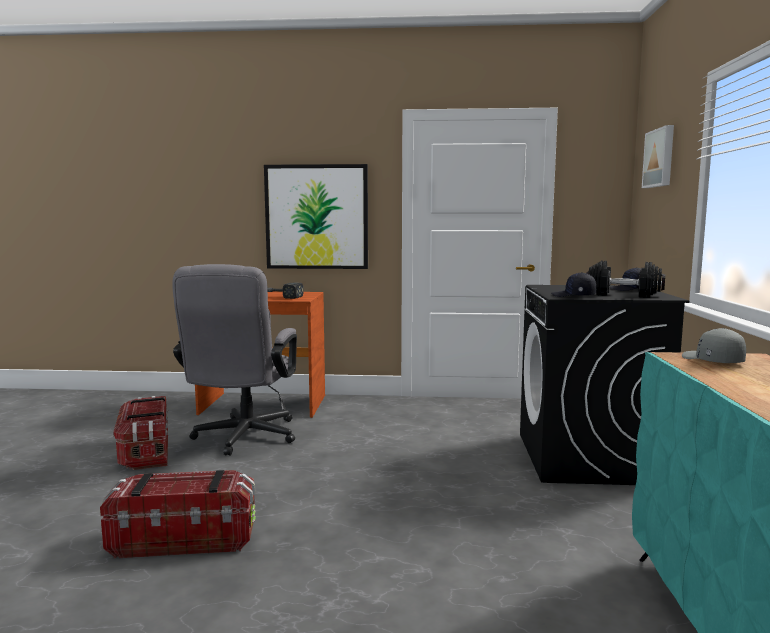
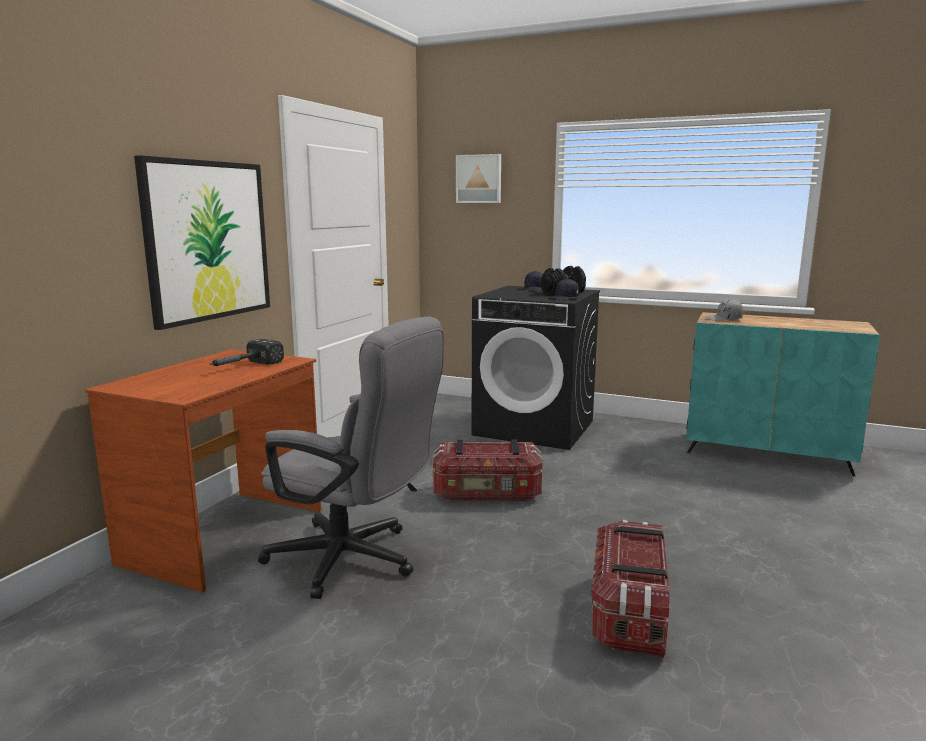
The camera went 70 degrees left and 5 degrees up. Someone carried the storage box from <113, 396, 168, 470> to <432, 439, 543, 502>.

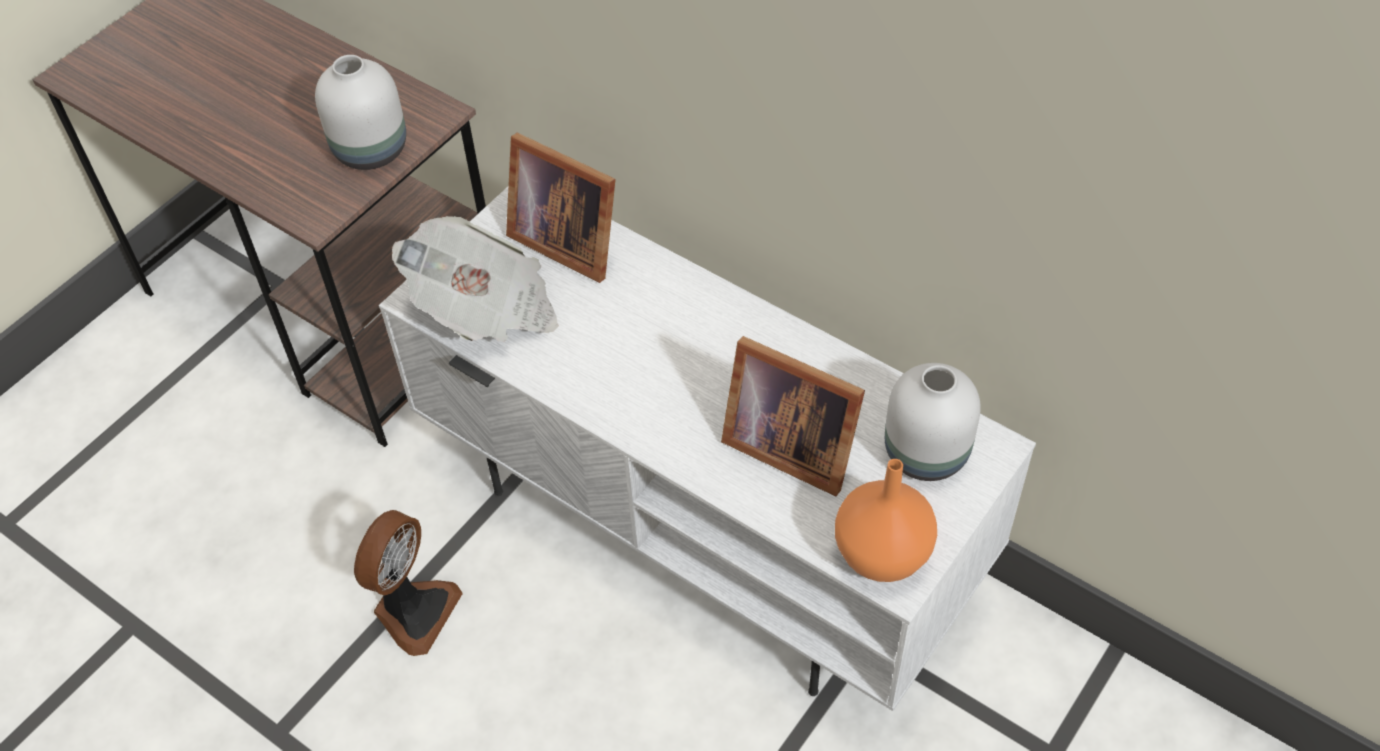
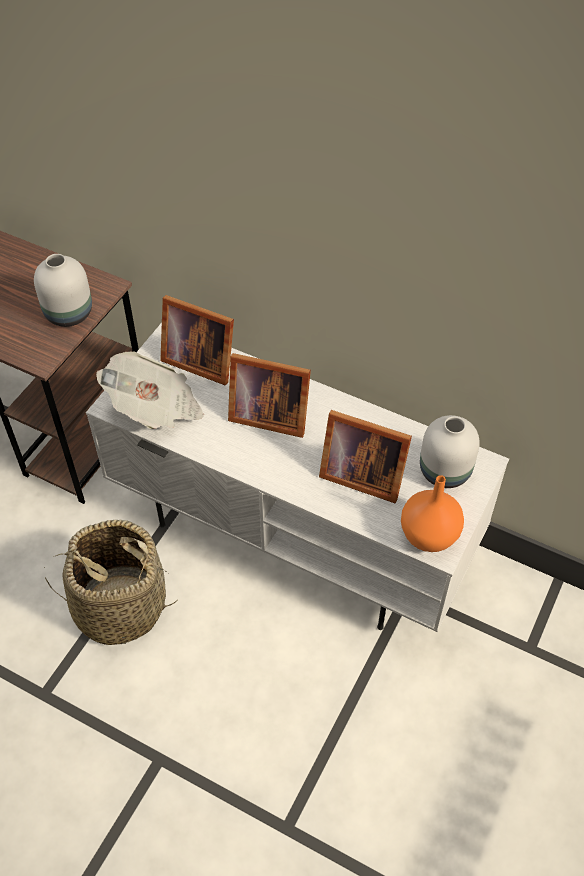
The camera went 10 degrees left and 0 degrees up. Someone swapped the fan at <354, 510, 463, 656> for the storage basket at <44, 519, 177, 645>. Someone put down the photo frame at <228, 353, 311, 438>.

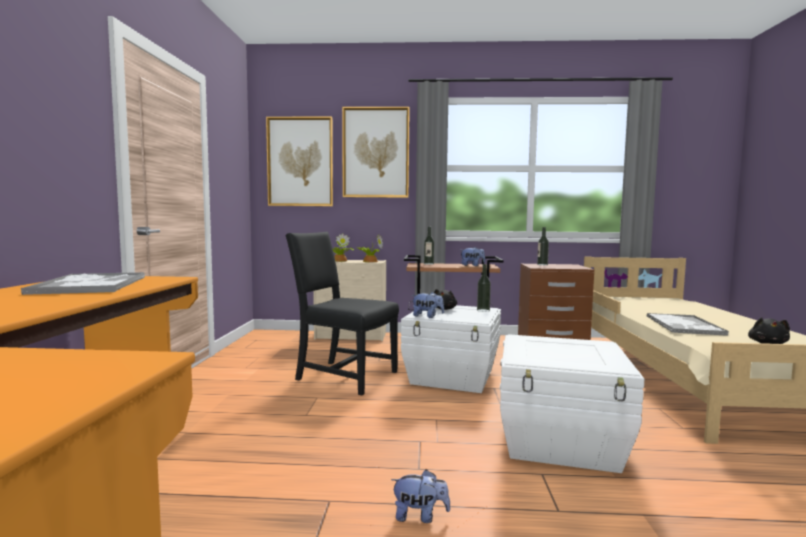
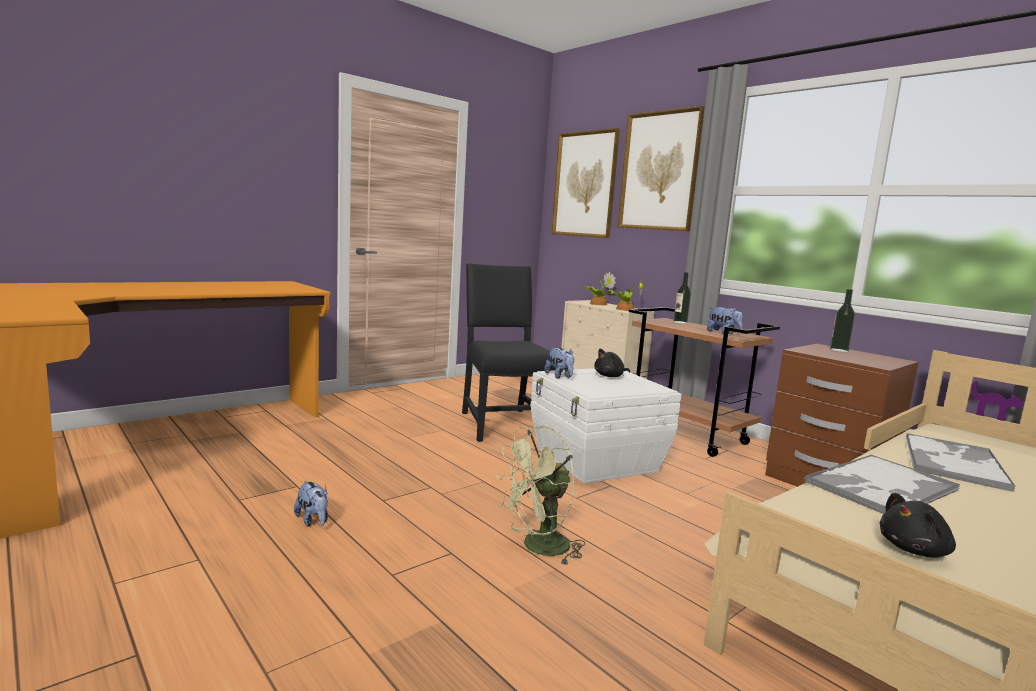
The camera went 45 degrees right and 5 degrees up. Someone swapped the white-coloured storage box at <500, 334, 644, 473> for the green fan at <496, 425, 585, 566>. Someone carried the serving tray from <20, 272, 145, 295> to <906, 433, 1015, 492>. Someone took away the drink bottle at <477, 264, 491, 312>.

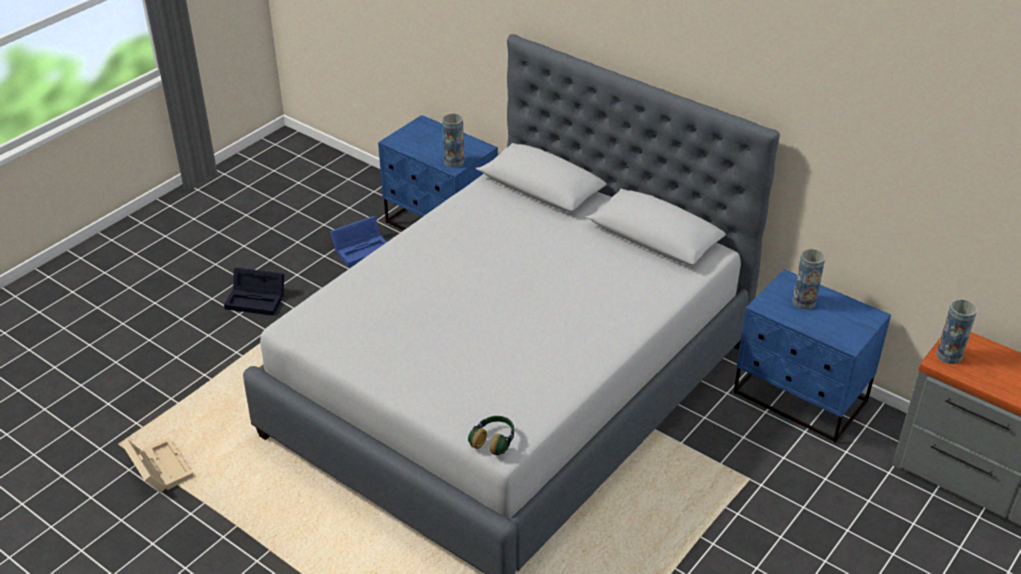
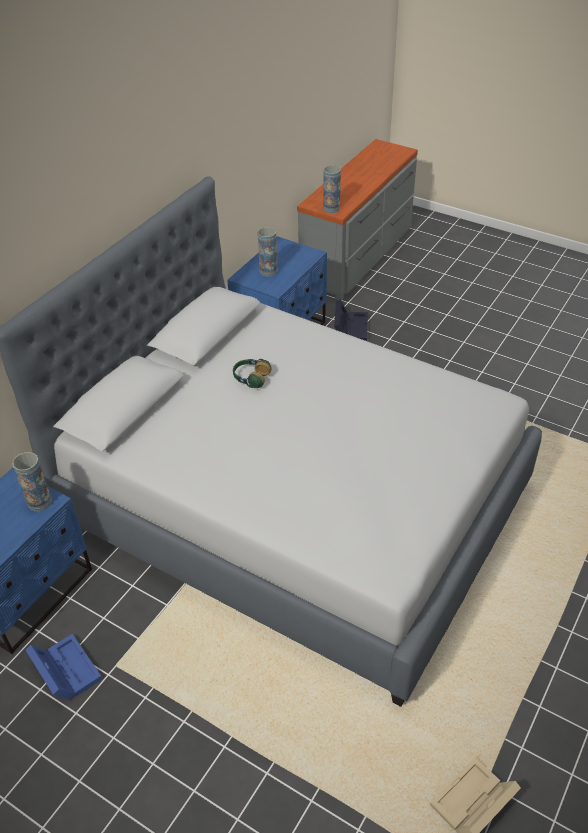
The camera went 95 degrees left and 5 degrees up. Someone carried the headphones from <468, 416, 514, 456> to <233, 359, 272, 388>. Someone carried the black-coloured storage box from <224, 268, 284, 316> to <334, 299, 368, 341>.

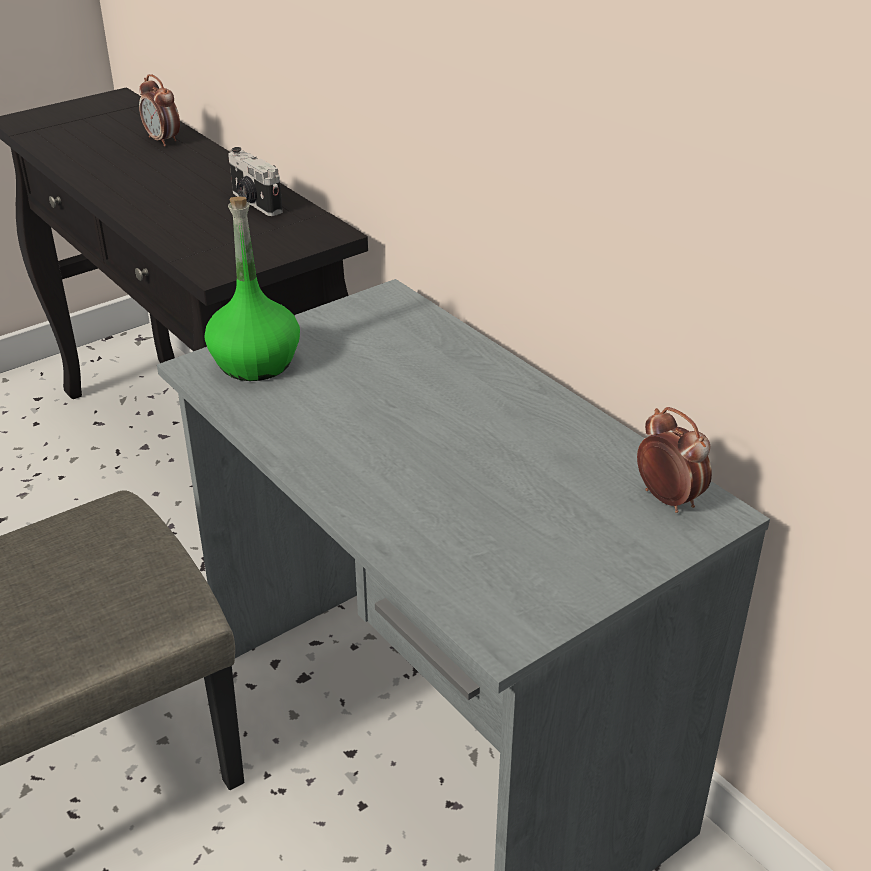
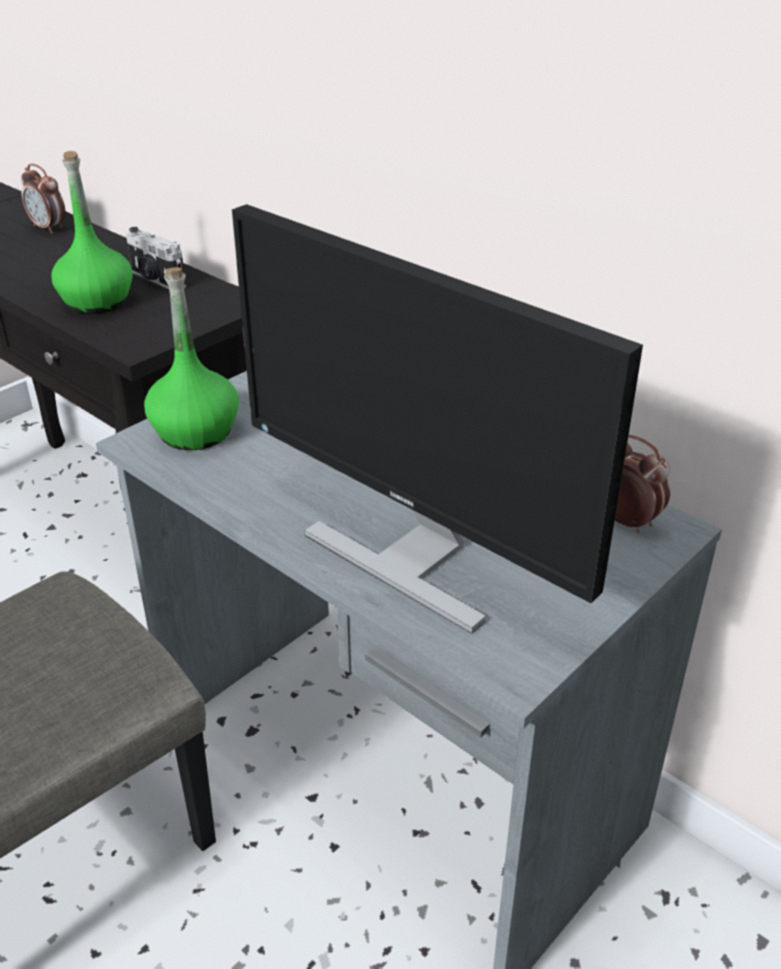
The camera went 10 degrees left and 0 degrees up. Someone put down the green drink bottle at <51, 151, 133, 314>. Someone put down the monitor at <232, 204, 643, 634>.

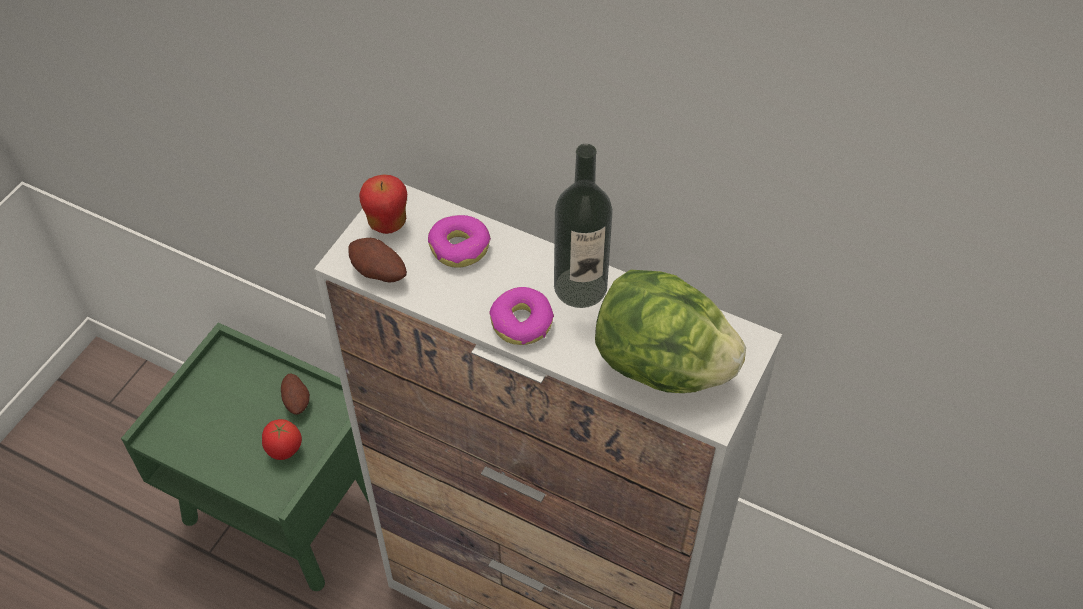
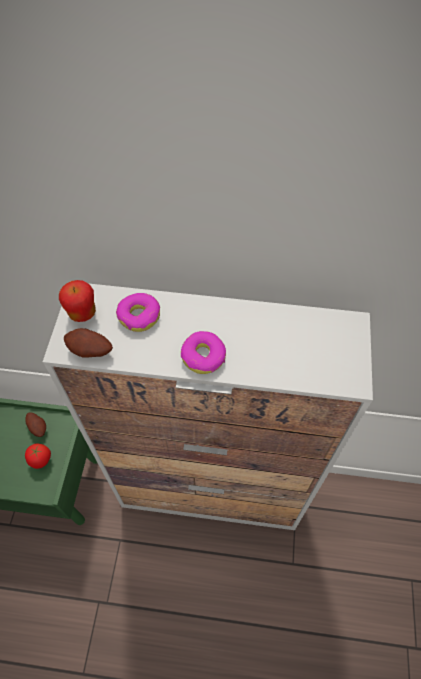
The camera went 20 degrees left and 5 degrees up. Someone took away the drink bottle at <554, 144, 613, 308>. Someone took away the lettuce head at <595, 270, 746, 393>.

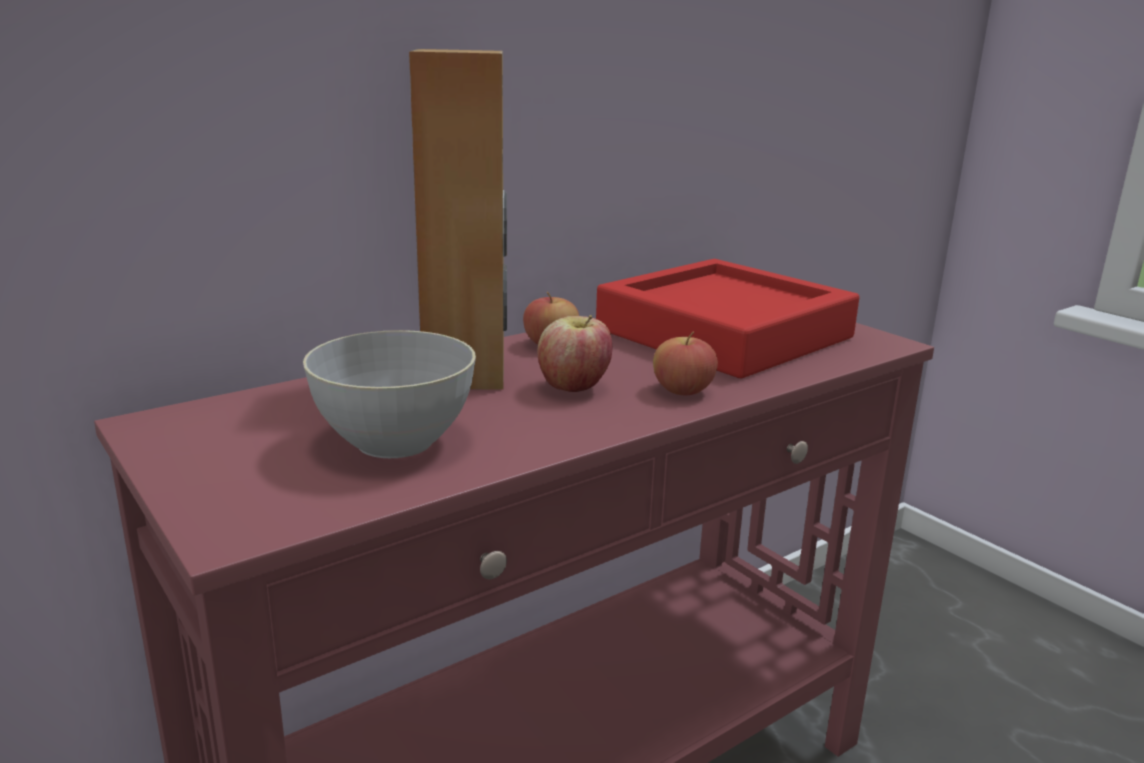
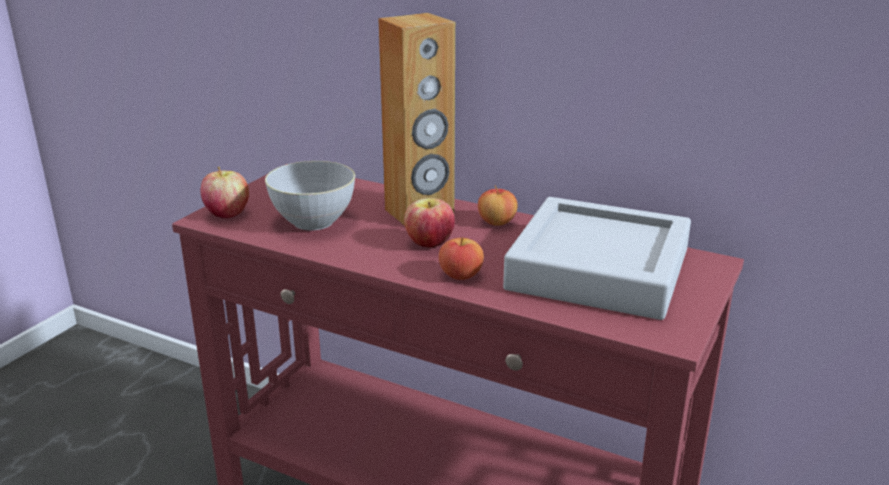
The camera went 65 degrees right and 5 degrees up. Someone put down the apple fruit at <201, 167, 249, 218>. Someone repainted the reddish serving tray at <596, 259, 859, 378>, which became the grey serving tray at <503, 197, 691, 320>.

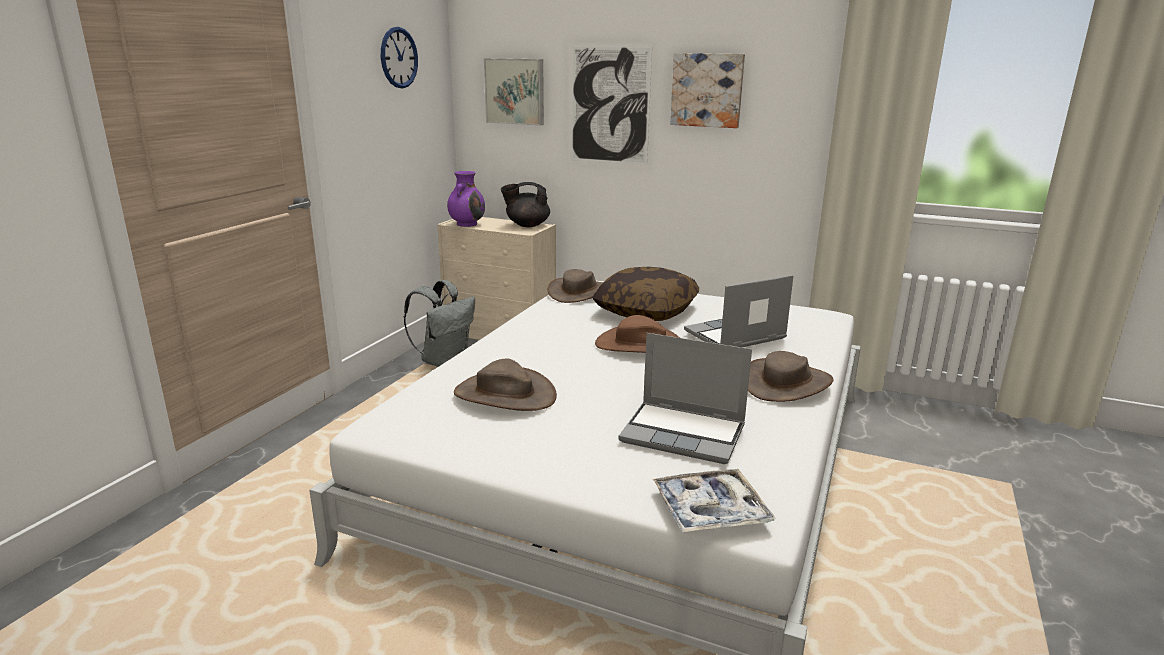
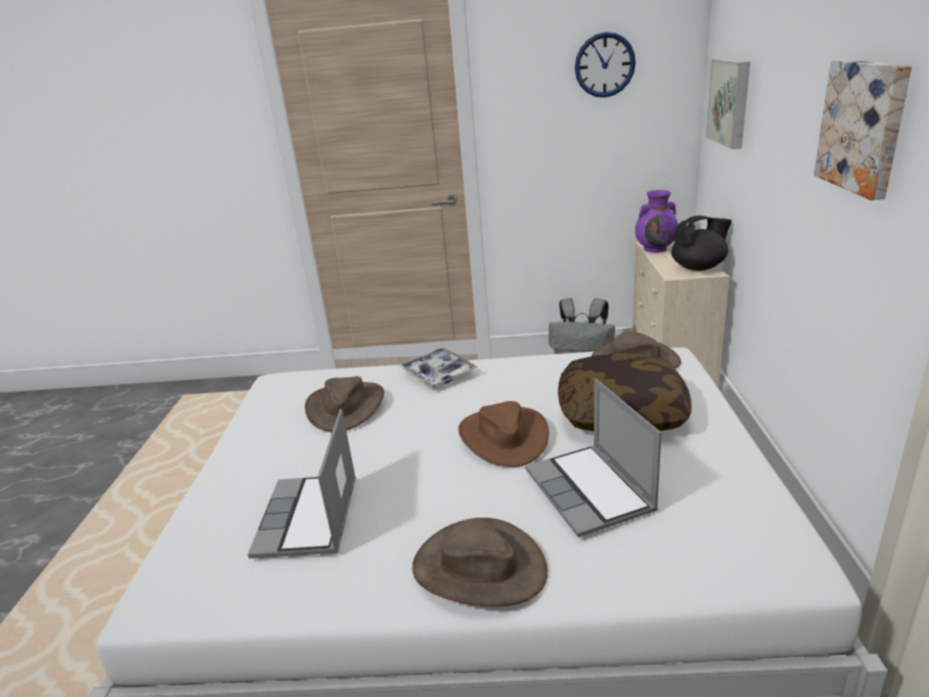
The camera went 70 degrees right and 5 degrees up. Someone carried the serving tray from <652, 469, 776, 533> to <399, 348, 477, 387>. Someone rotated the notebook computer at <684, 275, 794, 347> by 150 degrees counterclockwise. Someone rotated the black-coloured teapot at <501, 182, 550, 227> by 105 degrees clockwise. Someone took away the wall art at <570, 44, 652, 166>.

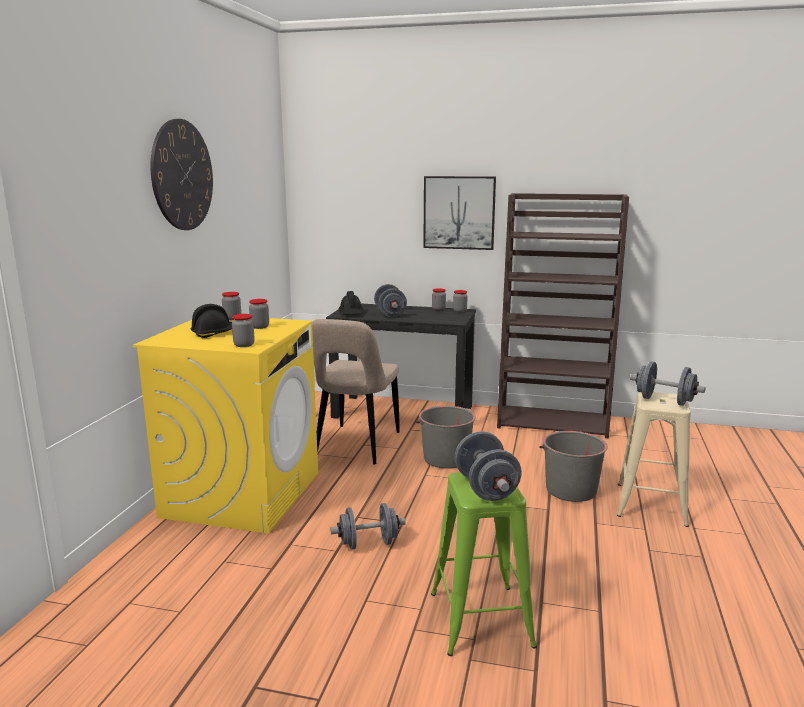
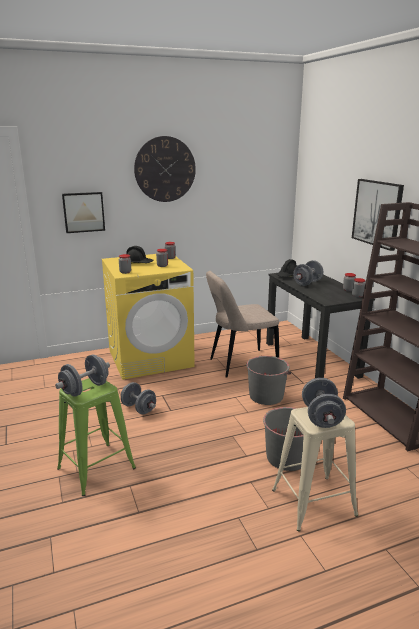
The camera went 55 degrees right and 5 degrees up. Someone put up the wall art at <62, 192, 105, 233>.

